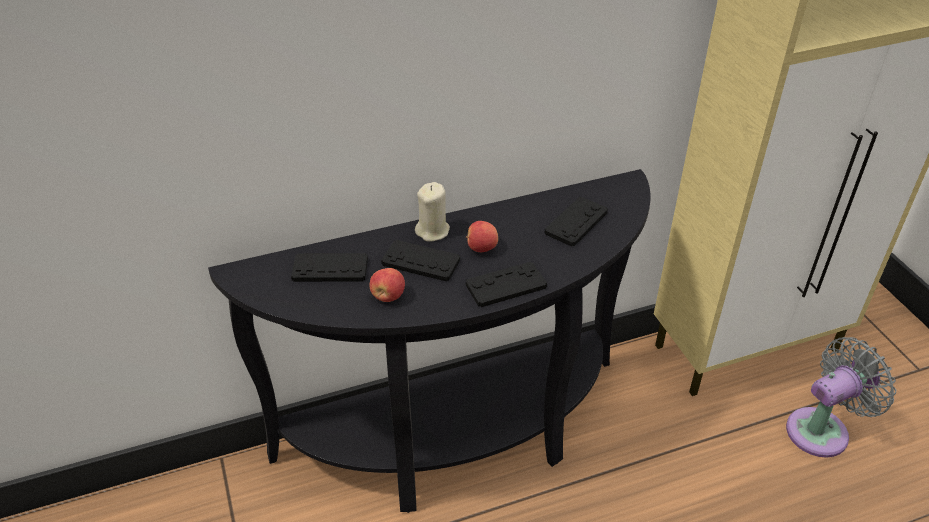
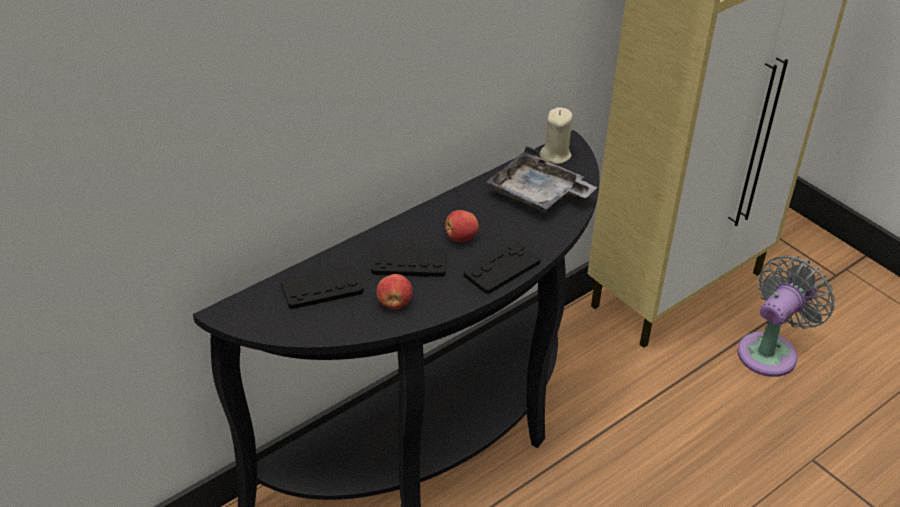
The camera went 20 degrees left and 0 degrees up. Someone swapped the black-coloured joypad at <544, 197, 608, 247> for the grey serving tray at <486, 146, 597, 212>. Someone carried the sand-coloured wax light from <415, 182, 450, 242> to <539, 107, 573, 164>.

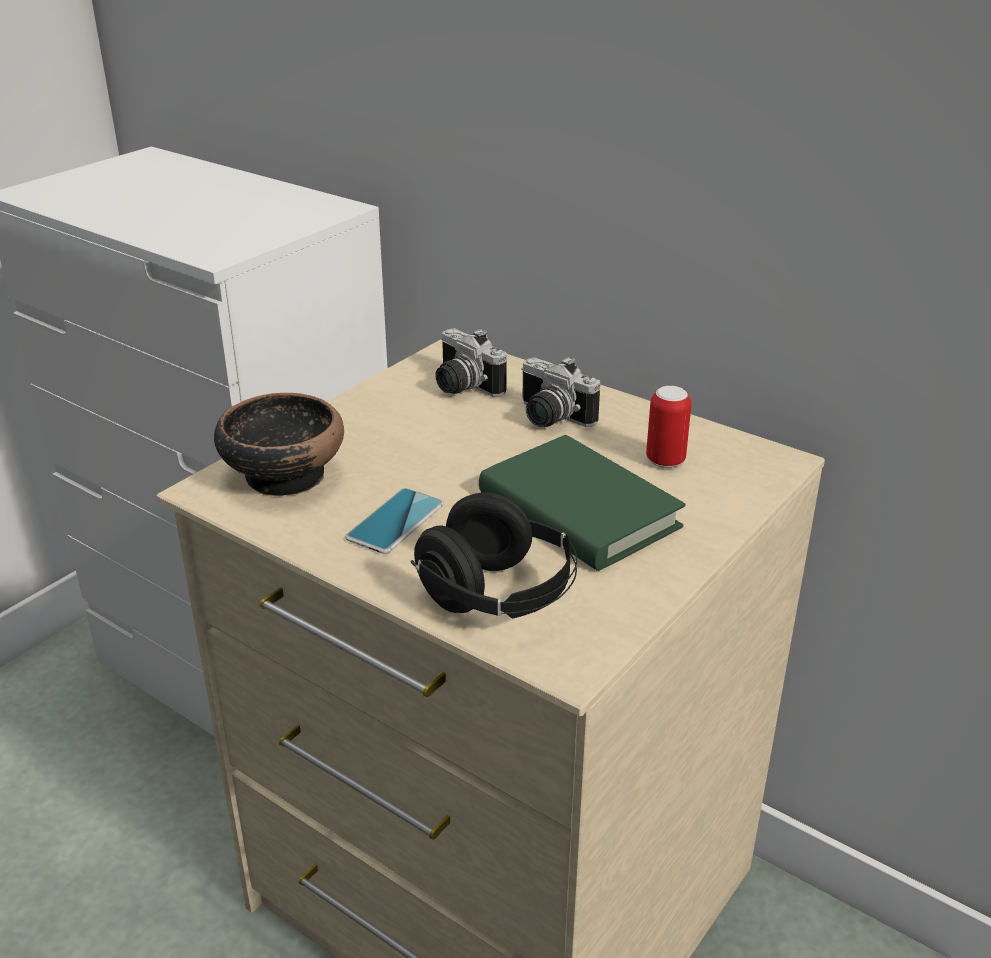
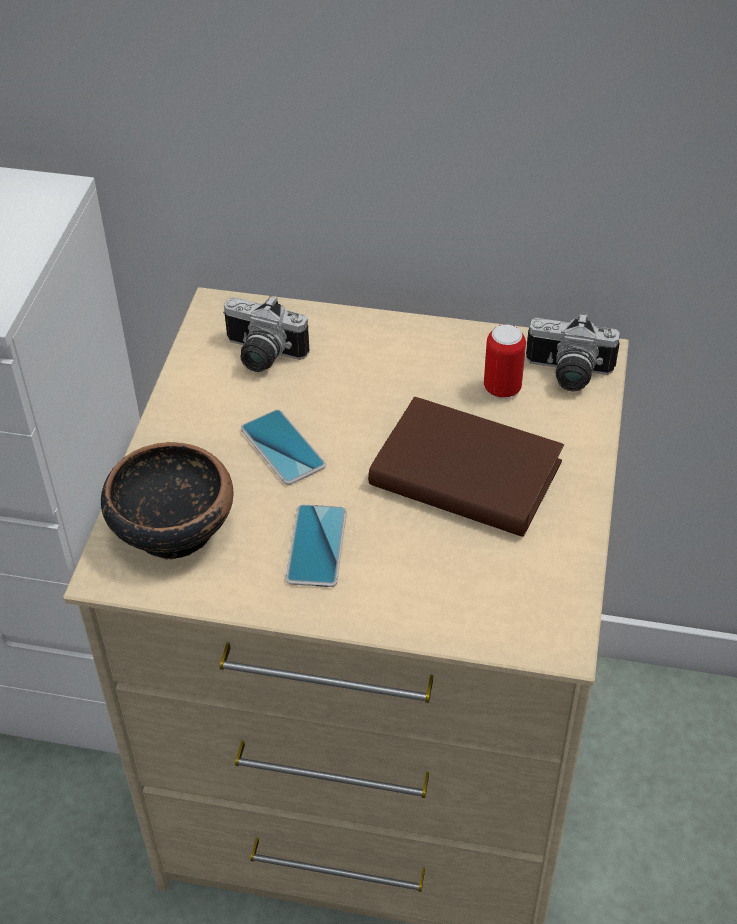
The camera went 25 degrees left and 15 degrees up. Someone put down the handset at <241, 409, 326, 485>. Someone repainted the green volume at <479, 435, 686, 571>, which became the brown-coloured volume at <368, 396, 564, 537>. Someone carried the photo camera from <521, 357, 600, 427> to <526, 313, 620, 391>. Someone took away the black-coloured headphones at <411, 492, 577, 618>.

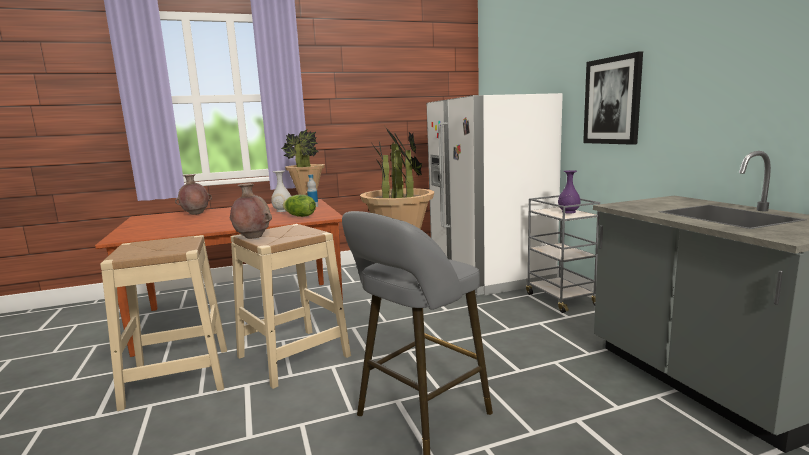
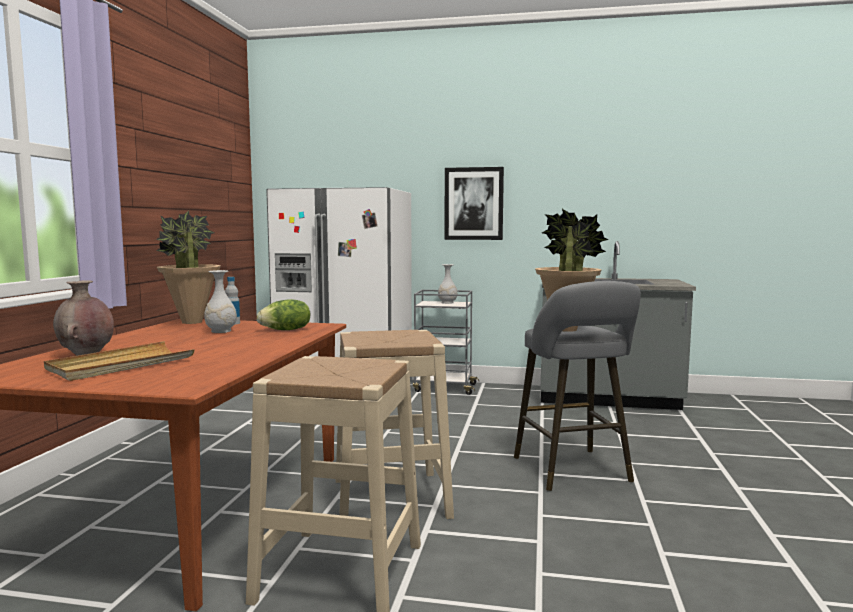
The camera went 60 degrees left and 5 degrees down. Someone put down the sand-coloured serving tray at <44, 341, 195, 381>. Someone repainted the purplish decorative vase at <558, 170, 580, 213>, which became the white-coloured decorative vase at <438, 264, 457, 304>. Someone took away the brown-coloured decorative vase at <230, 183, 272, 239>.

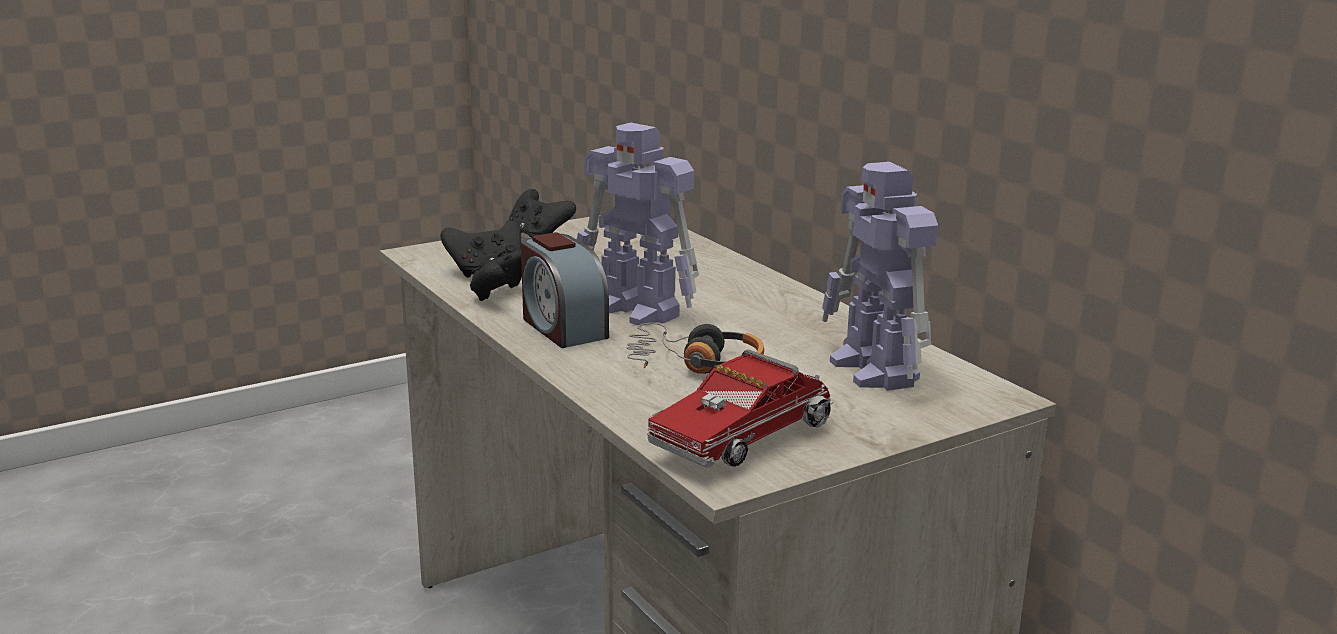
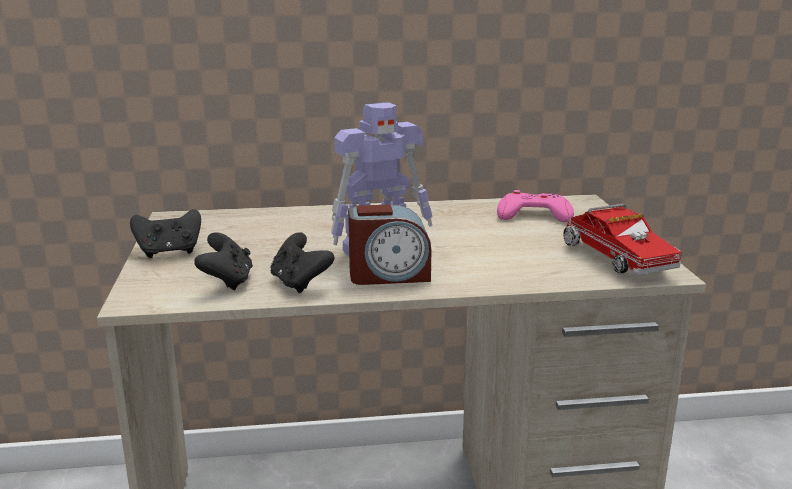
The camera went 65 degrees left and 0 degrees up. Someone swapped the model robot at <822, 162, 938, 391> for the pink-coloured joypad at <497, 190, 574, 223>. Someone took away the headphones at <627, 323, 764, 374>.

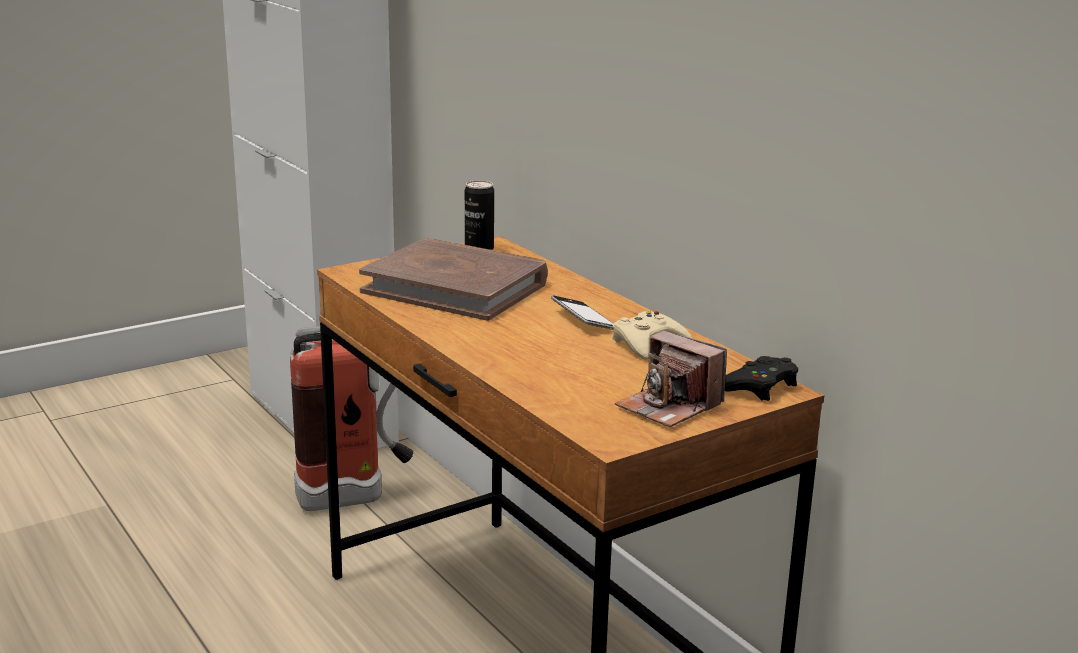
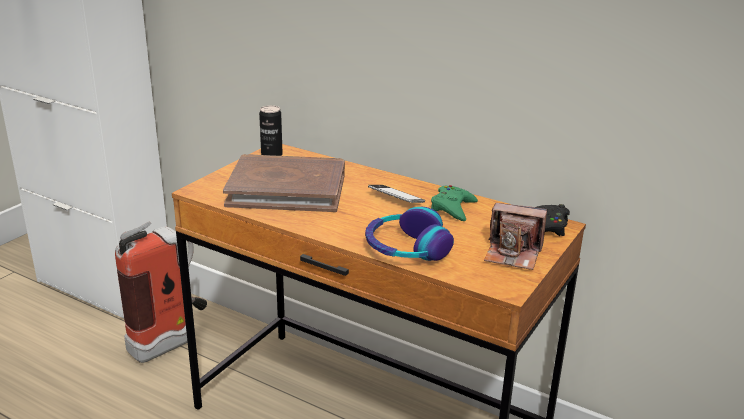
The camera went 25 degrees left and 5 degrees up. Someone put down the headphones at <365, 207, 454, 261>. Someone repainted the sand-coloured joypad at <612, 311, 692, 360>, which became the green joypad at <431, 185, 478, 221>.

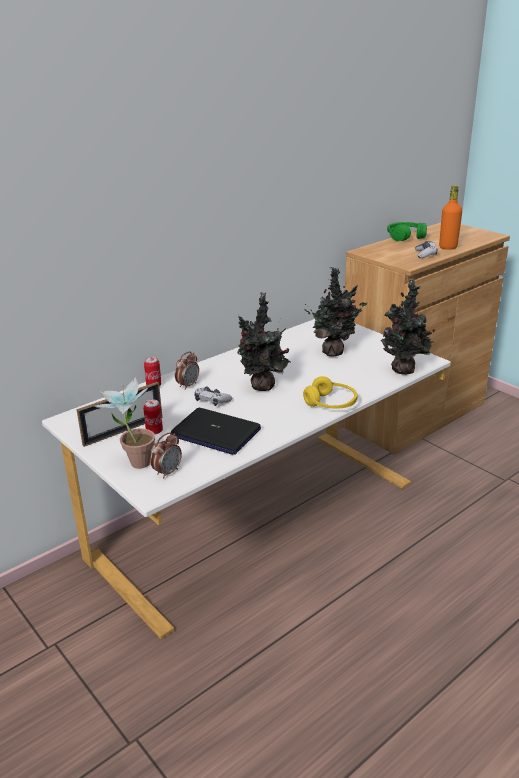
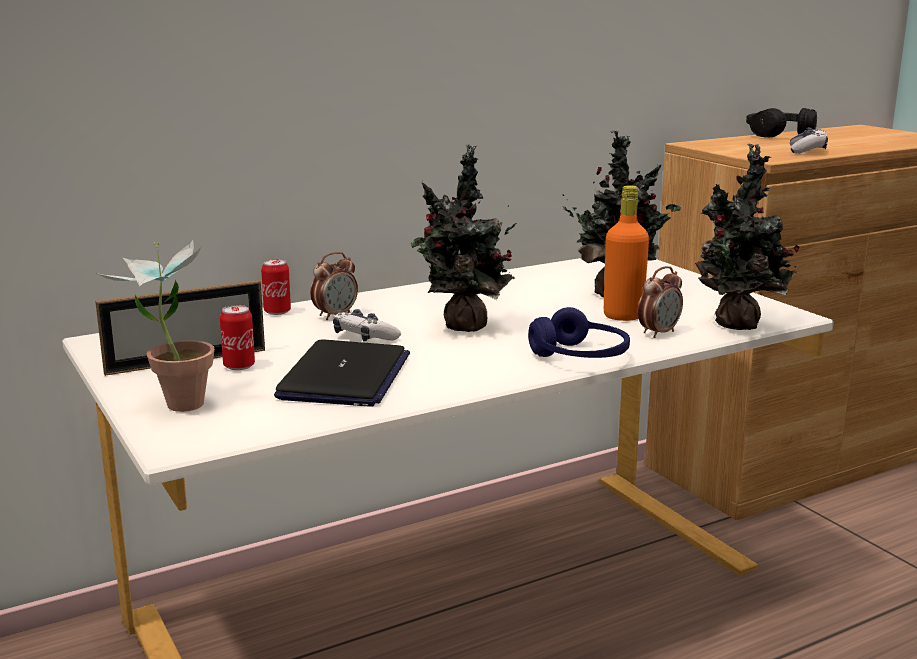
The camera went 10 degrees right and 10 degrees down. Someone rotated the notebook computer at <170, 408, 261, 455> by 120 degrees counterclockwise. Someone repainted the yellowish headphones at <303, 376, 358, 409>, which became the blue-coloured headphones at <528, 307, 630, 358>. Someone carried the orange-coloured drink bottle from <439, 185, 462, 250> to <604, 185, 649, 321>. Someone carried the bedside clock from <151, 432, 182, 479> to <638, 266, 683, 338>. Someone repainted the green headphones at <387, 222, 427, 241>, which became the black-coloured headphones at <746, 108, 817, 137>.

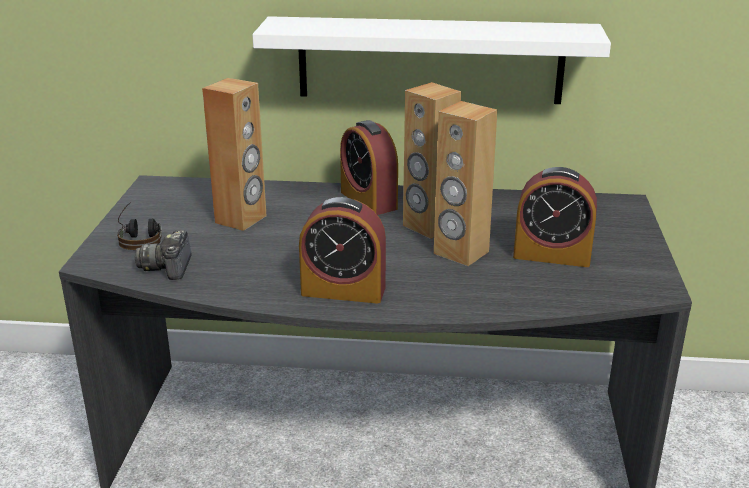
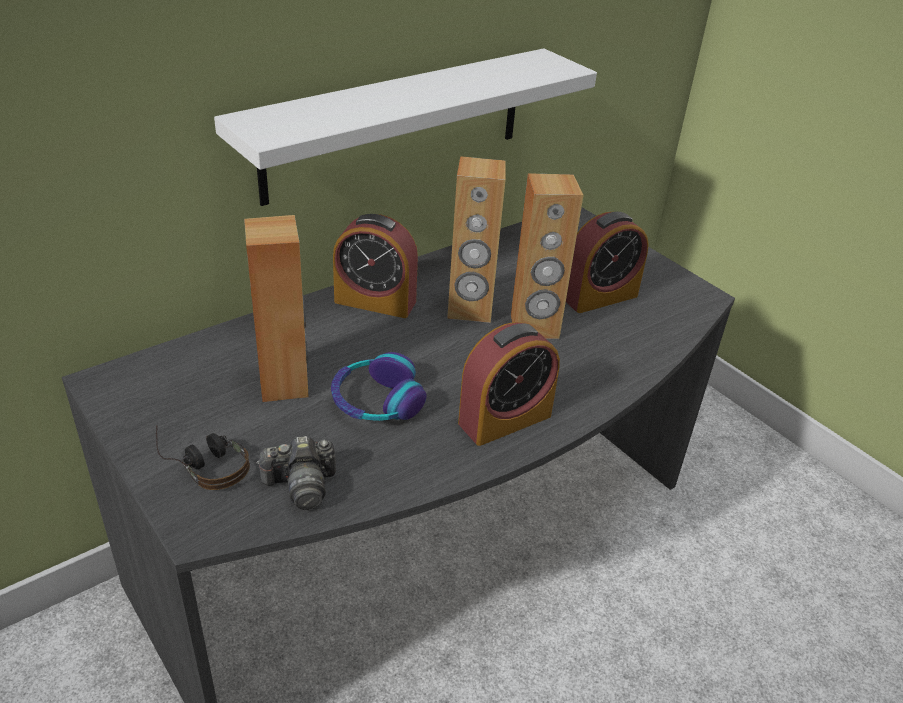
The camera went 45 degrees left and 10 degrees up. Someone rotated the photo camera at <135, 230, 192, 280> by 60 degrees counterclockwise. Someone put down the headphones at <331, 352, 427, 421>.

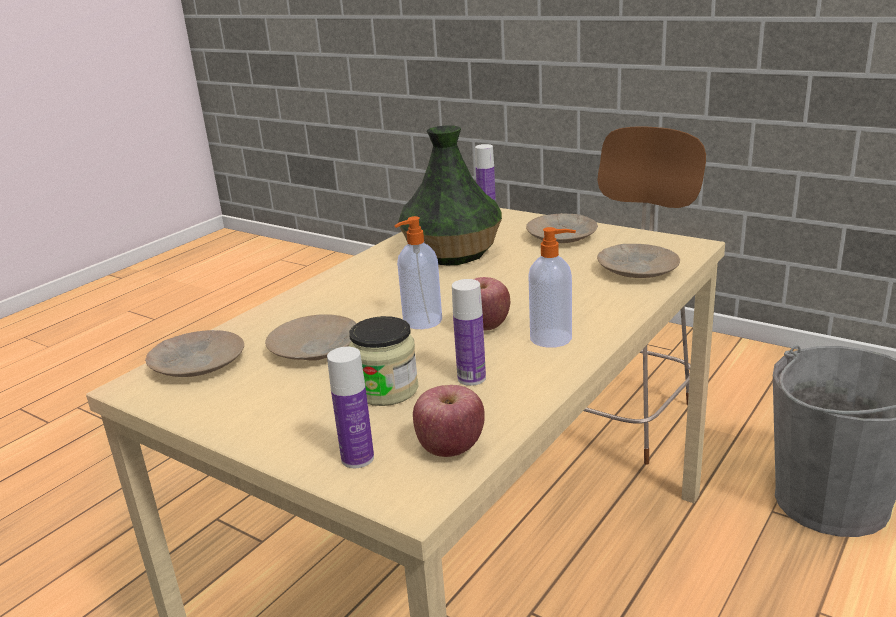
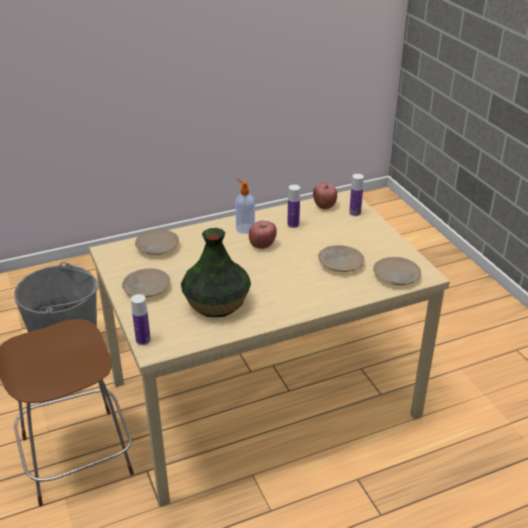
The camera went 150 degrees left and 10 degrees up. Someone took away the storage jar at <348, 316, 419, 406>. Someone took away the soap dispenser at <394, 216, 442, 329>.

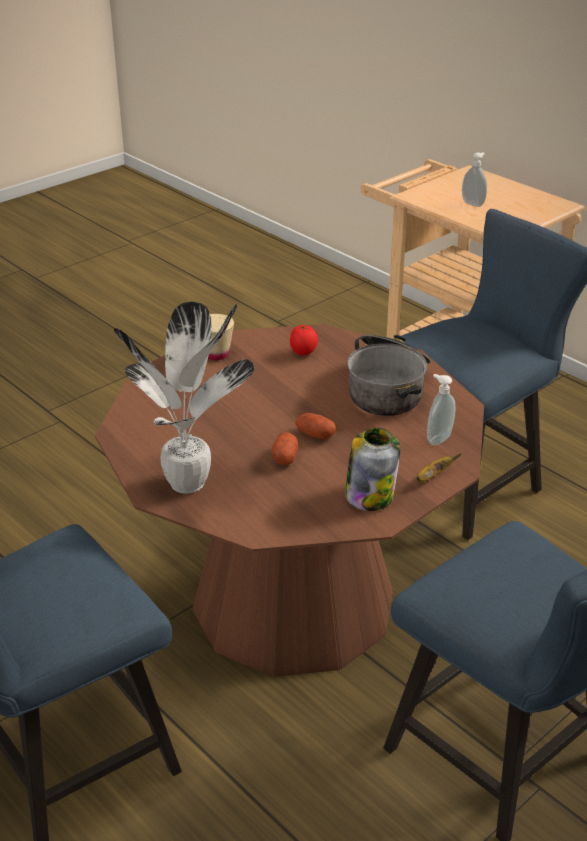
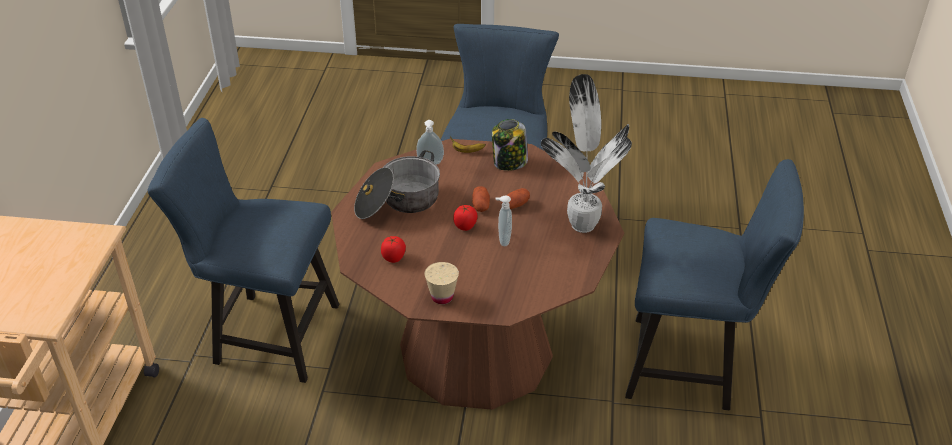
The camera went 130 degrees left and 5 degrees up. Someone put down the whole tomato at <453, 205, 478, 231>. Someone carried the soap dispenser from <462, 152, 487, 207> to <496, 195, 512, 246>.

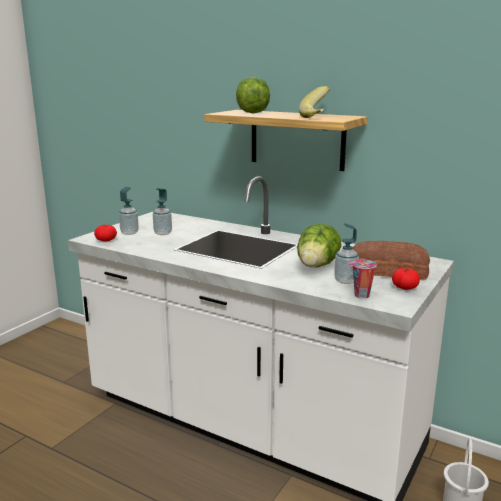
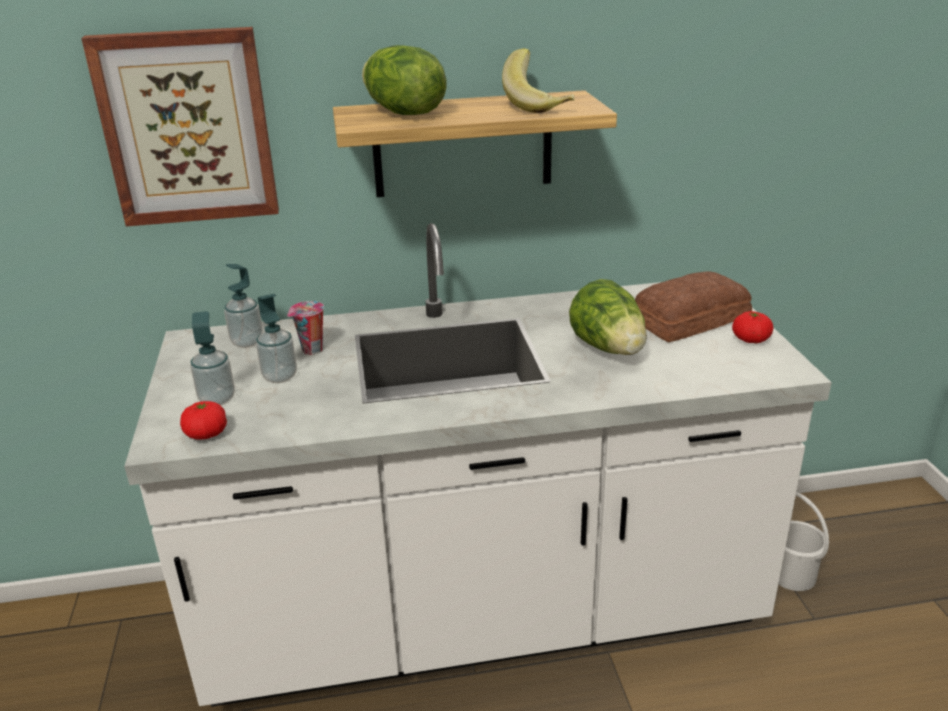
The camera went 40 degrees left and 10 degrees up. Someone put up the wall art at <81, 27, 279, 227>. Someone carried the soap dispenser from <334, 223, 359, 284> to <224, 264, 263, 348>. Someone carried the small cup from <348, 260, 377, 299> to <287, 301, 324, 355>.

